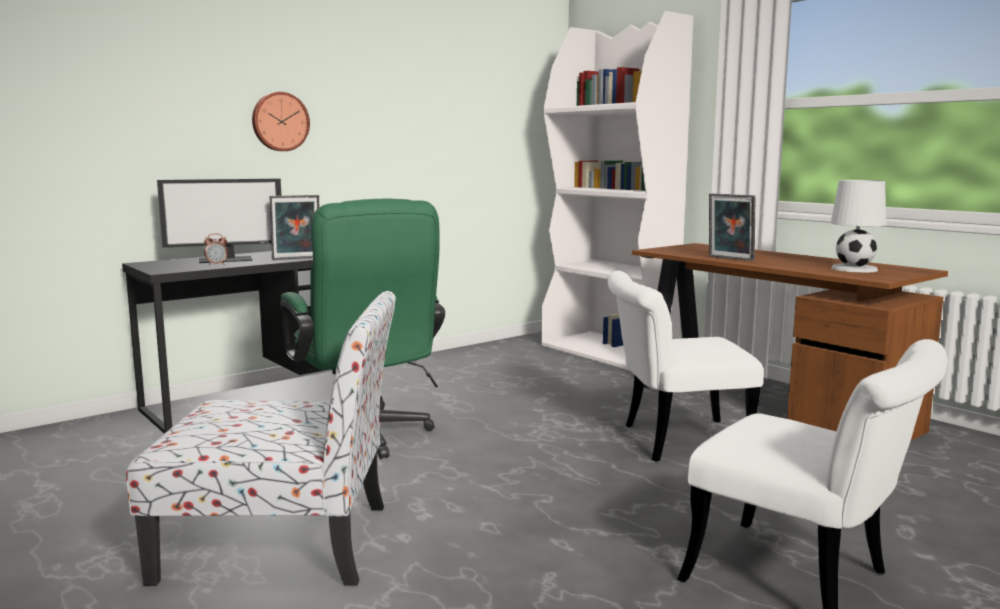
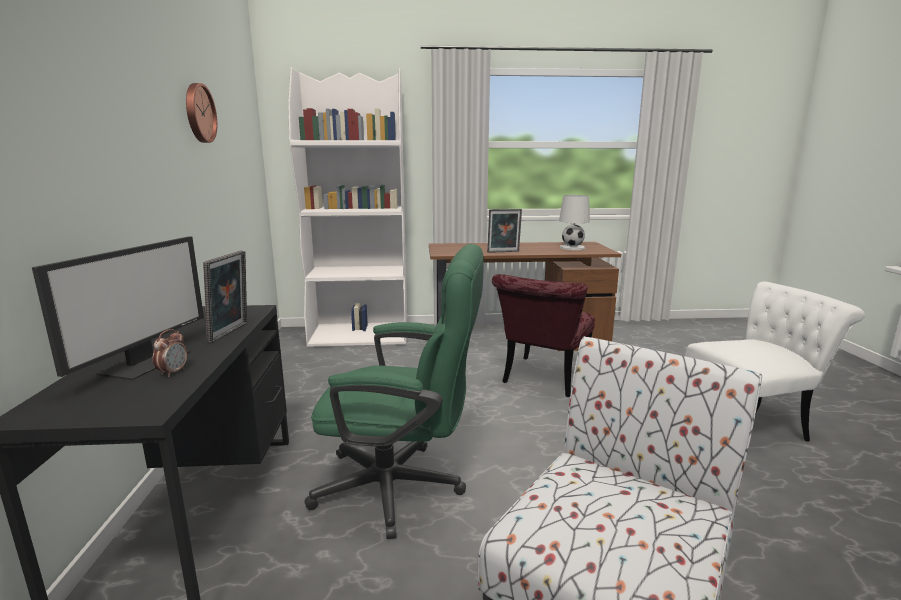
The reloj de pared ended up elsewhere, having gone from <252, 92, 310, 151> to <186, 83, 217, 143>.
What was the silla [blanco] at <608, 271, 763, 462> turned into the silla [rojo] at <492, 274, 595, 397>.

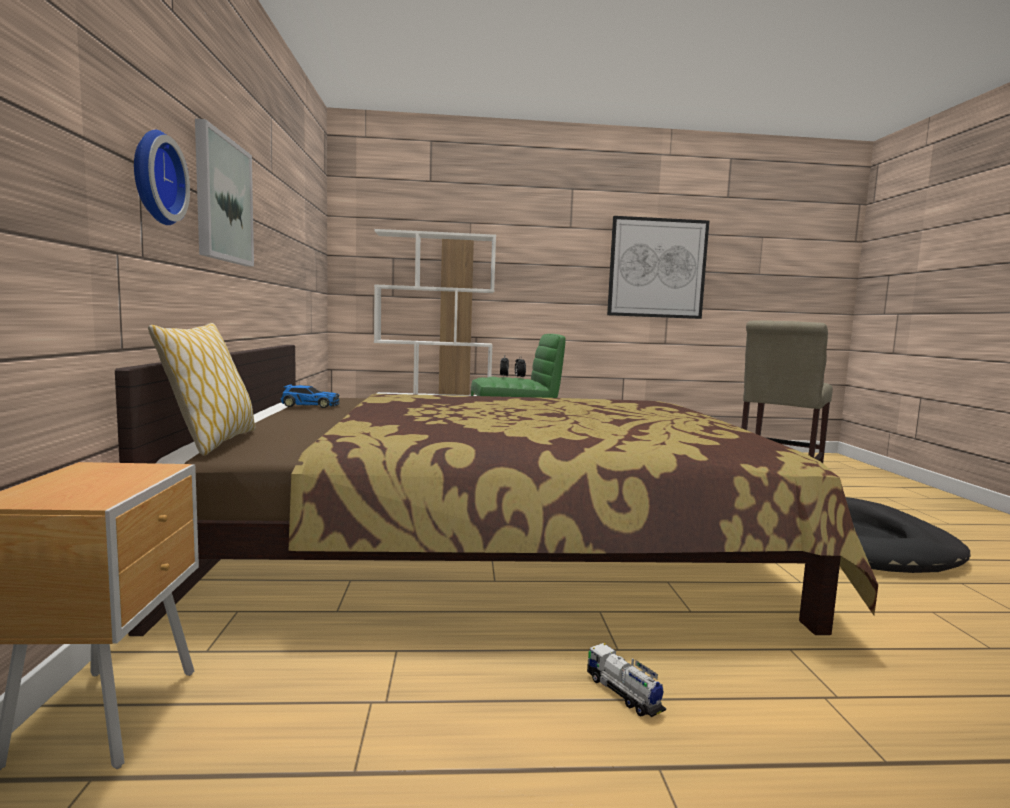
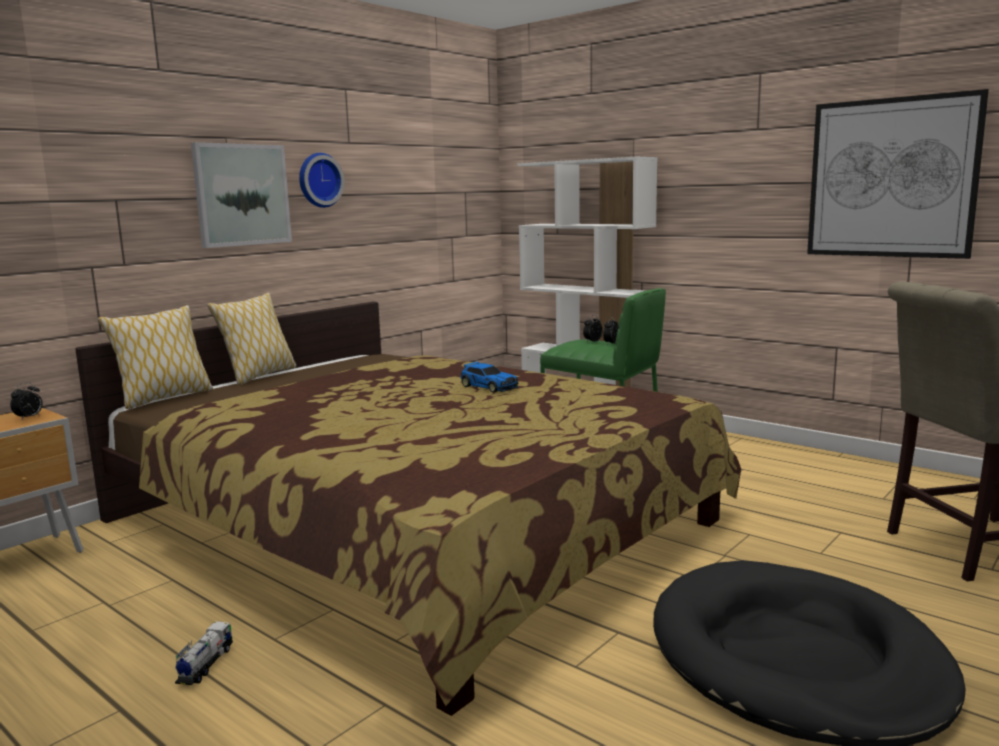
The second view gained the despertador at <10, 382, 43, 419>.
The second view gained the cojín at <207, 293, 297, 385>.
The reloj de pared ended up elsewhere, having gone from <134, 130, 190, 225> to <299, 153, 345, 208>.
The coche de juguete ended up elsewhere, having gone from <280, 384, 340, 408> to <461, 361, 518, 393>.

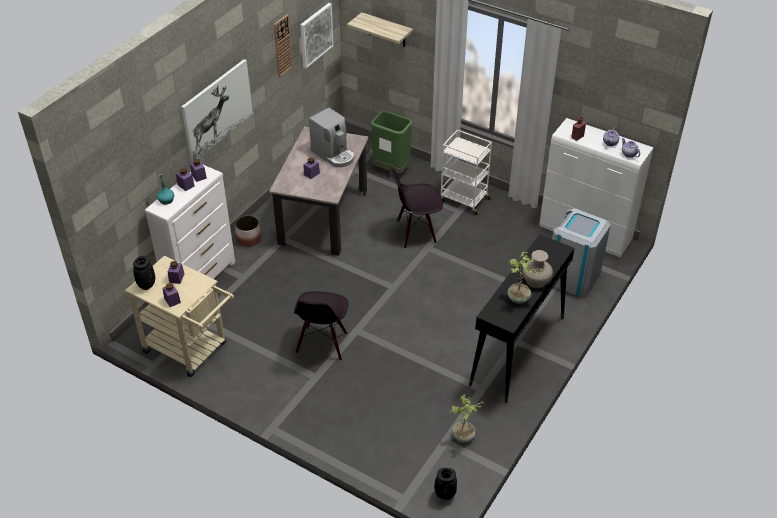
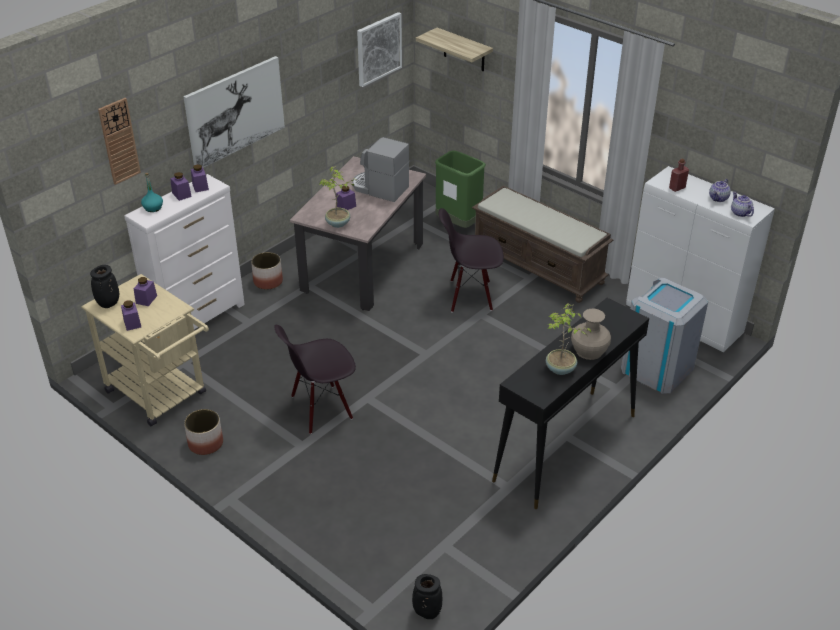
The reloj de pared ended up elsewhere, having gone from <274, 14, 293, 77> to <98, 98, 141, 185>.
The second view gained the maceta at <184, 409, 223, 455>.
The silla [negro] at <294, 291, 348, 361> ended up facing another way, 45 degrees clockwise from before.
The planta en maceta ended up elsewhere, having gone from <450, 394, 484, 443> to <319, 166, 356, 228>.
The cafetera at <309, 108, 355, 167> ended up facing another way, 150 degrees clockwise from before.
Where the carrito [blanco] stood at <441, 130, 493, 215>, the banco [marrón] came to stand at <472, 186, 613, 303>.

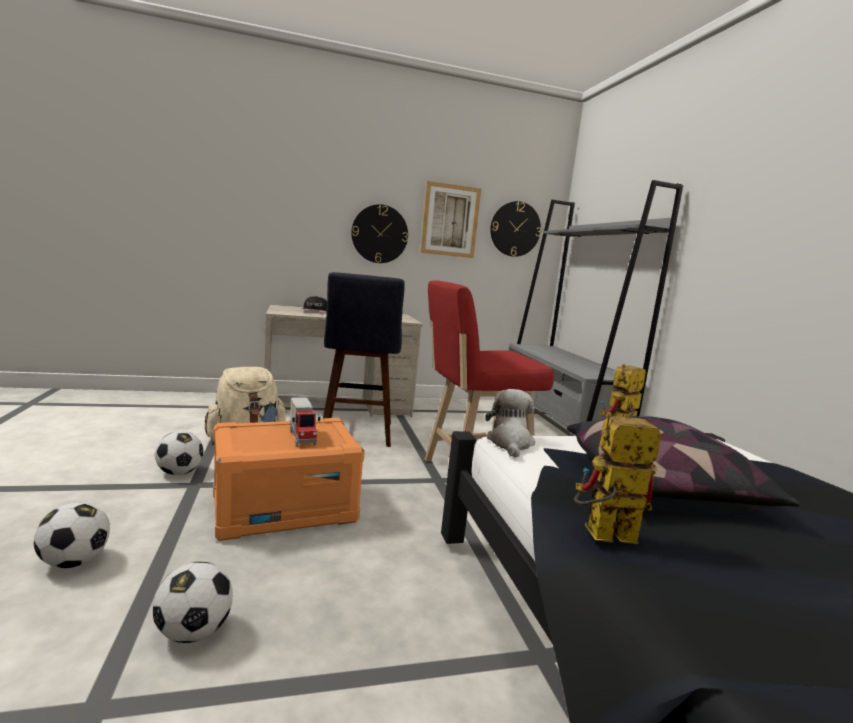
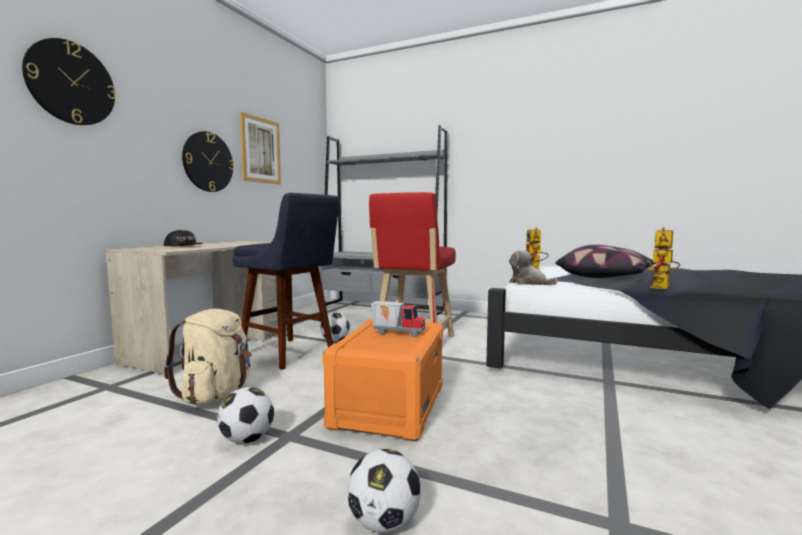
The reloj de pared ended up elsewhere, having gone from <490, 201, 541, 257> to <22, 38, 116, 125>.
The balón de fútbol ended up elsewhere, having gone from <153, 562, 233, 643> to <320, 312, 350, 342>.

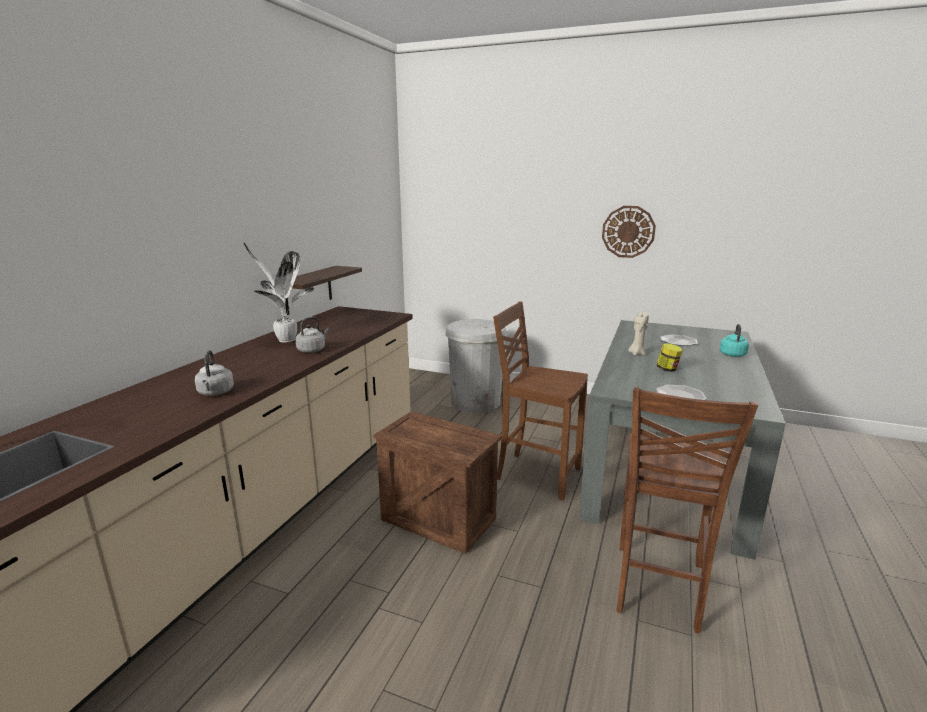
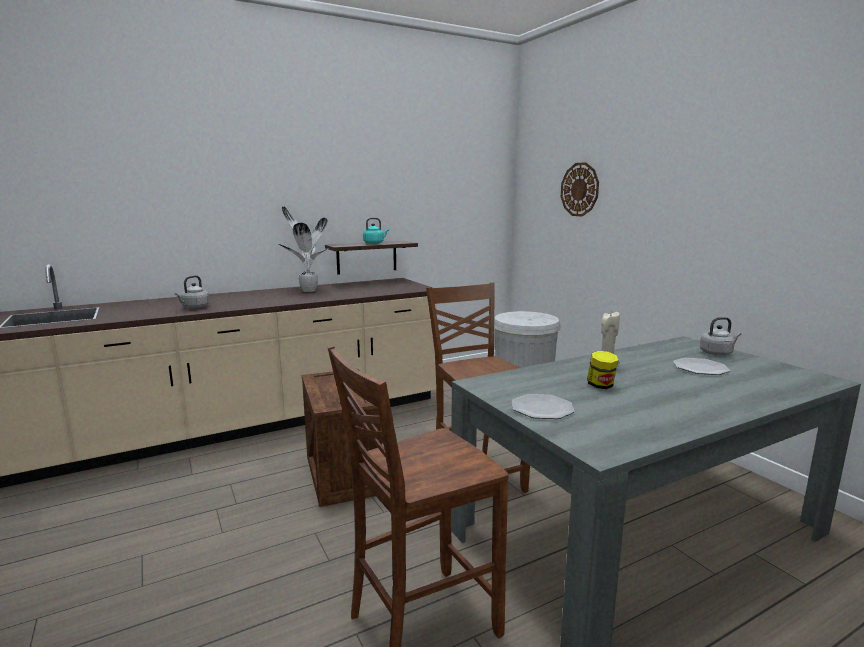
The hervidor [turquesa] ended up elsewhere, having gone from <720, 324, 749, 357> to <363, 218, 389, 244>.
The reloj de pared ended up elsewhere, having gone from <602, 206, 656, 258> to <561, 162, 599, 216>.
The hervidor [gris] ended up elsewhere, having gone from <295, 317, 329, 353> to <700, 317, 741, 356>.

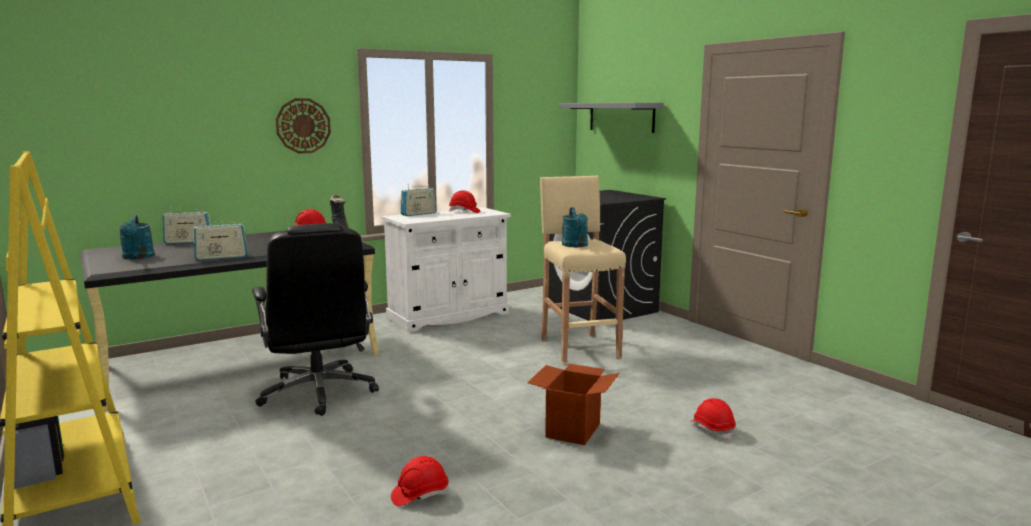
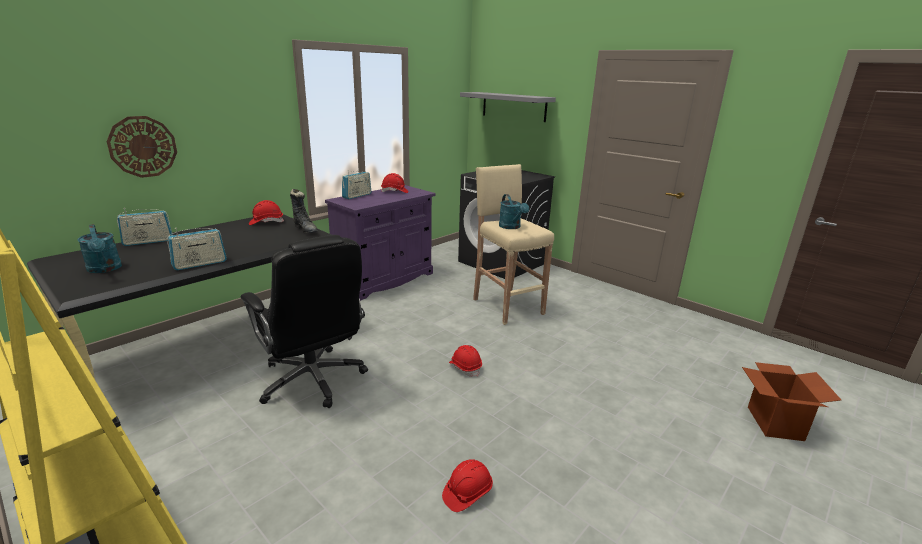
The reloj de pared ended up elsewhere, having gone from <276, 98, 331, 154> to <107, 116, 177, 178>.
What was the armario [blanco] at <381, 207, 511, 332> turned into the armario [morado] at <325, 185, 436, 301>.
The casco [rojo] ended up elsewhere, having gone from <692, 398, 736, 440> to <449, 345, 482, 377>.
The caja de cartón ended up elsewhere, having gone from <527, 364, 620, 445> to <742, 362, 841, 441>.

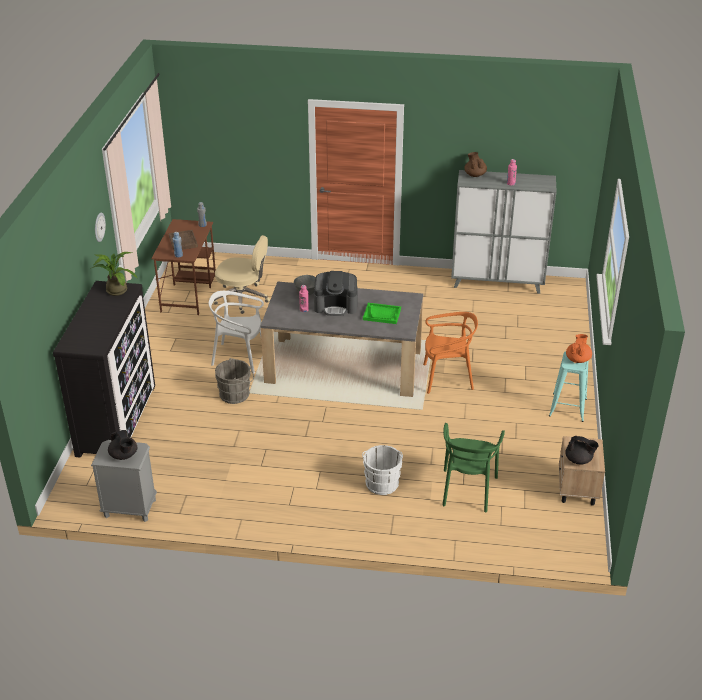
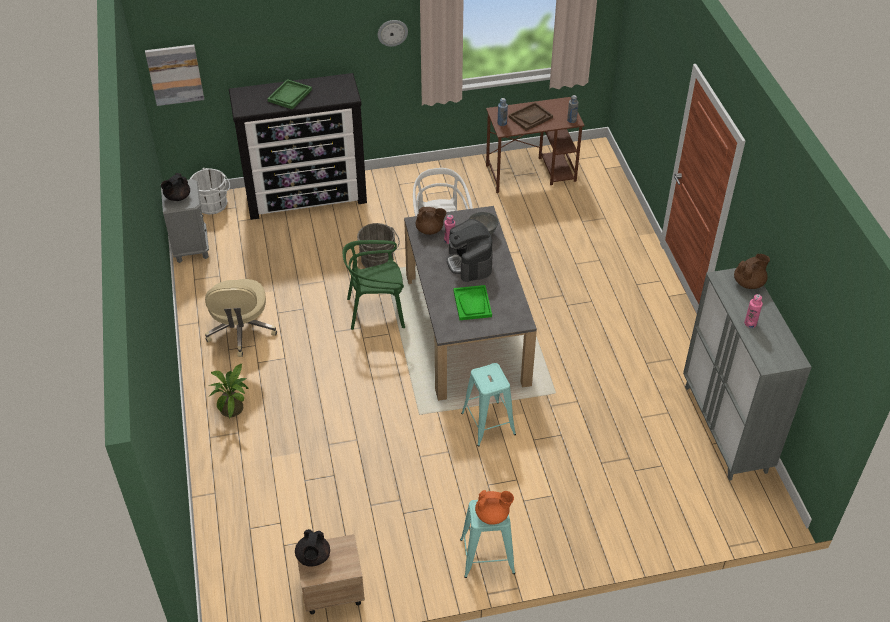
The second view gained the cuadro at <145, 44, 204, 106>.
The cubo [blanco] ended up elsewhere, having gone from <362, 445, 403, 495> to <190, 168, 230, 214>.
The silla de oficina [beis] ended up elsewhere, having gone from <213, 235, 270, 314> to <205, 279, 277, 357>.
The planta en maceta ended up elsewhere, having gone from <90, 252, 138, 296> to <209, 363, 248, 418>.
The second view gained the bandeja [verde] at <267, 79, 312, 110>.
The silla [verde] ended up elsewhere, having gone from <443, 423, 505, 512> to <343, 240, 405, 330>.
The second view gained the tetera [marrón] at <416, 207, 446, 235>.
Where the silla [naranja] stood at <423, 312, 478, 394>, the taburete [turquesa] came to stand at <461, 363, 516, 446>.

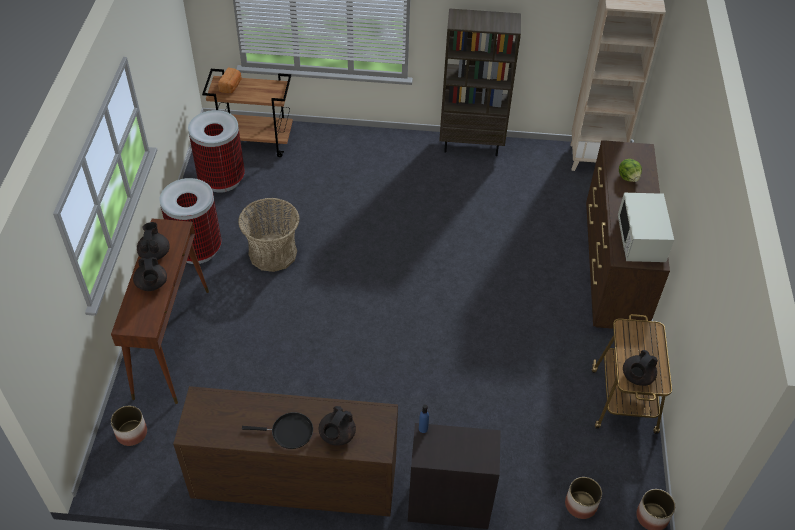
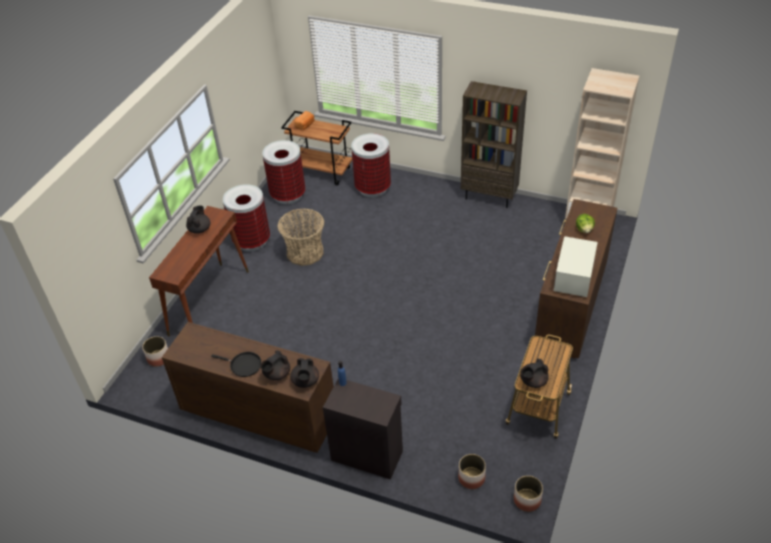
The tetera [negro] ended up elsewhere, having gone from <133, 257, 167, 291> to <290, 358, 319, 388>.
The second view gained the papelera at <351, 133, 391, 197>.

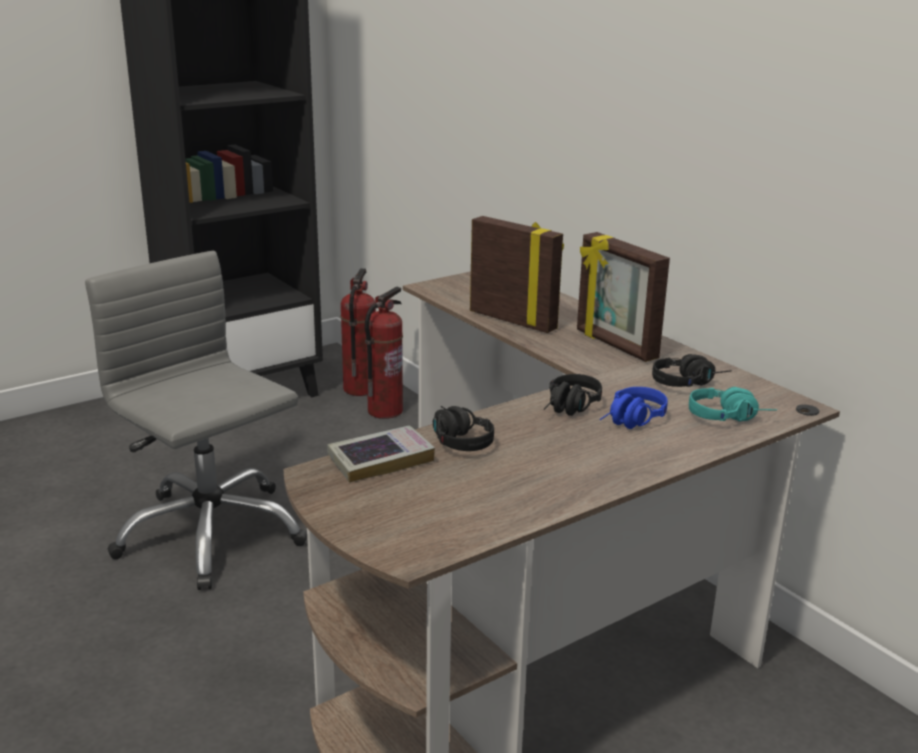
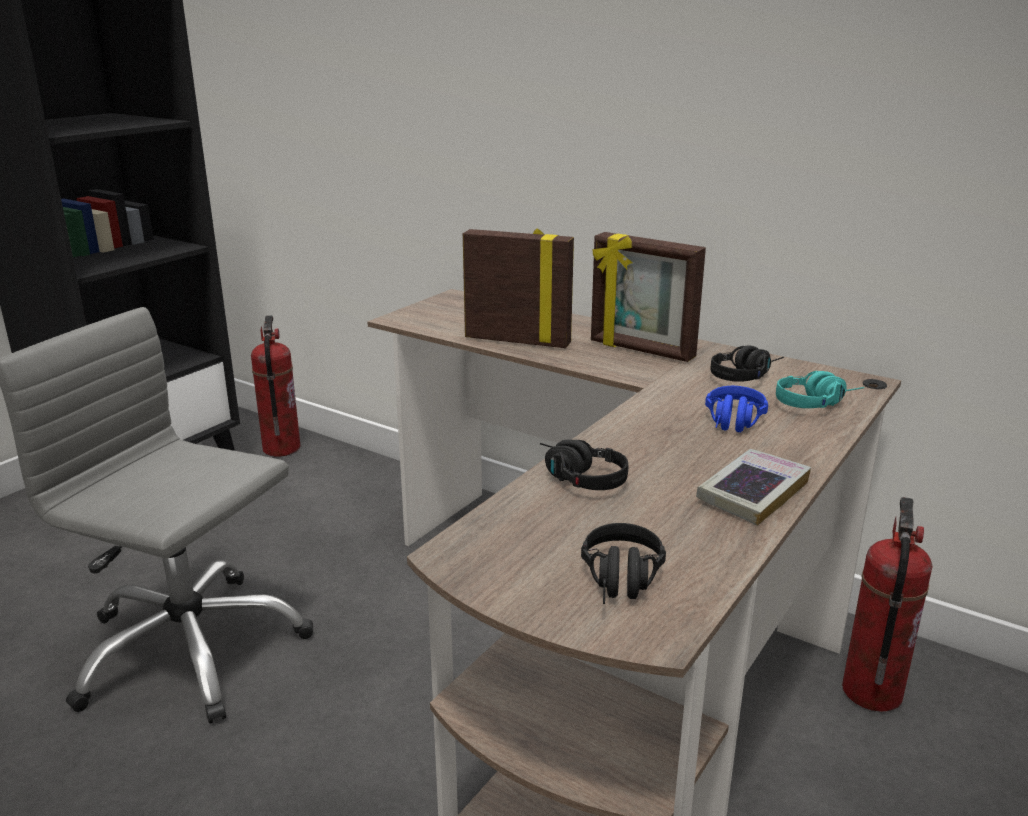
The auriculares [negro] ended up elsewhere, having gone from <544, 374, 602, 416> to <581, 523, 666, 604>.
The libro ended up elsewhere, having gone from <327, 426, 435, 483> to <696, 449, 811, 526>.
The extintor ended up elsewhere, having gone from <365, 287, 403, 419> to <842, 497, 933, 712>.

